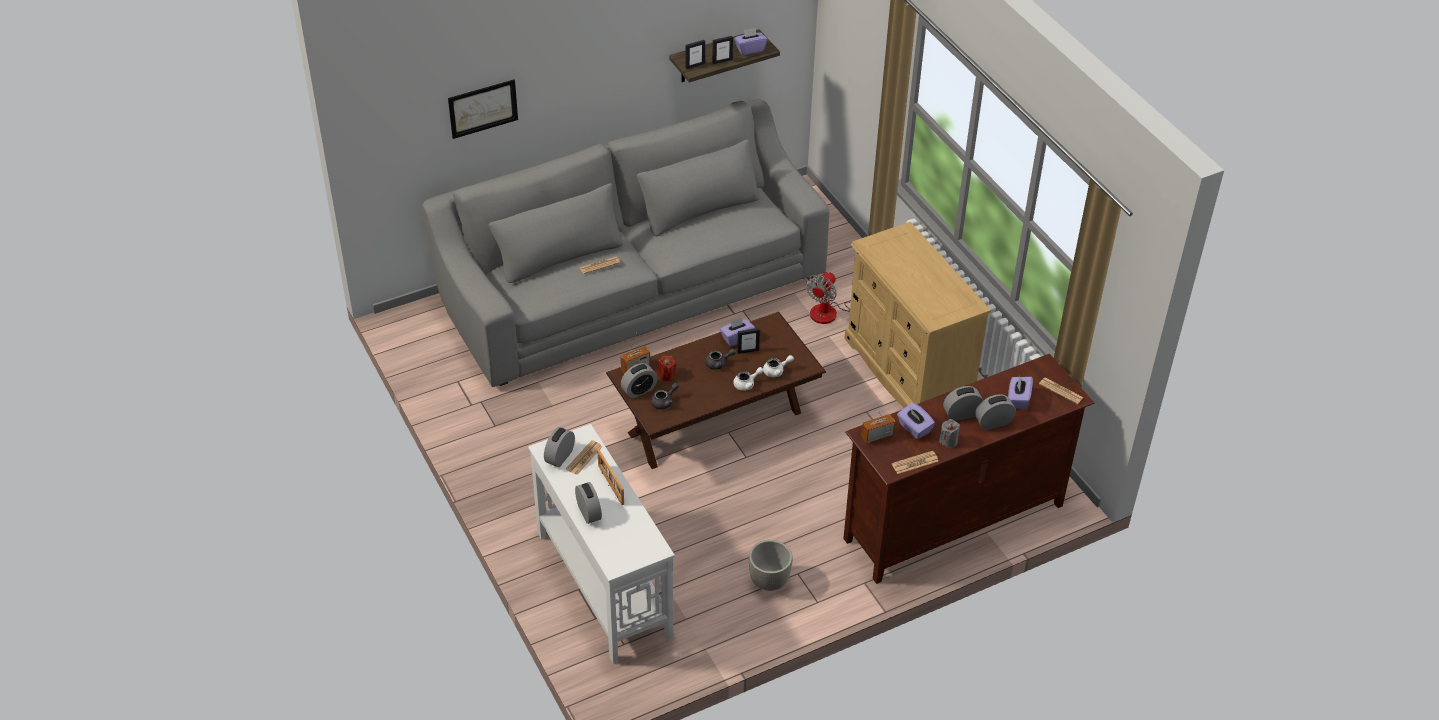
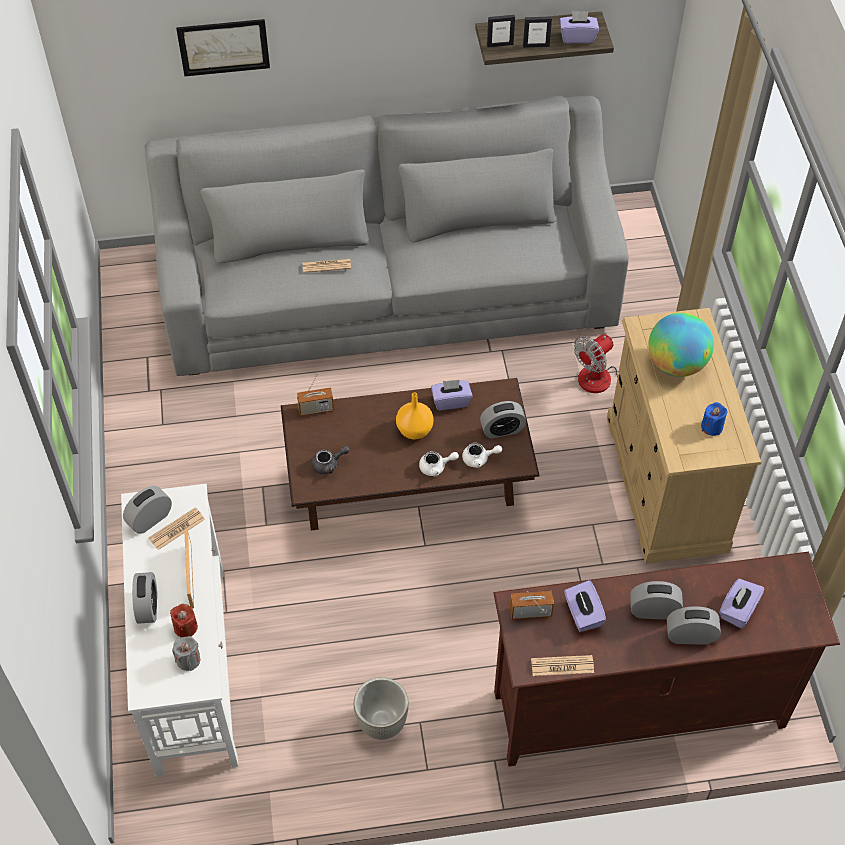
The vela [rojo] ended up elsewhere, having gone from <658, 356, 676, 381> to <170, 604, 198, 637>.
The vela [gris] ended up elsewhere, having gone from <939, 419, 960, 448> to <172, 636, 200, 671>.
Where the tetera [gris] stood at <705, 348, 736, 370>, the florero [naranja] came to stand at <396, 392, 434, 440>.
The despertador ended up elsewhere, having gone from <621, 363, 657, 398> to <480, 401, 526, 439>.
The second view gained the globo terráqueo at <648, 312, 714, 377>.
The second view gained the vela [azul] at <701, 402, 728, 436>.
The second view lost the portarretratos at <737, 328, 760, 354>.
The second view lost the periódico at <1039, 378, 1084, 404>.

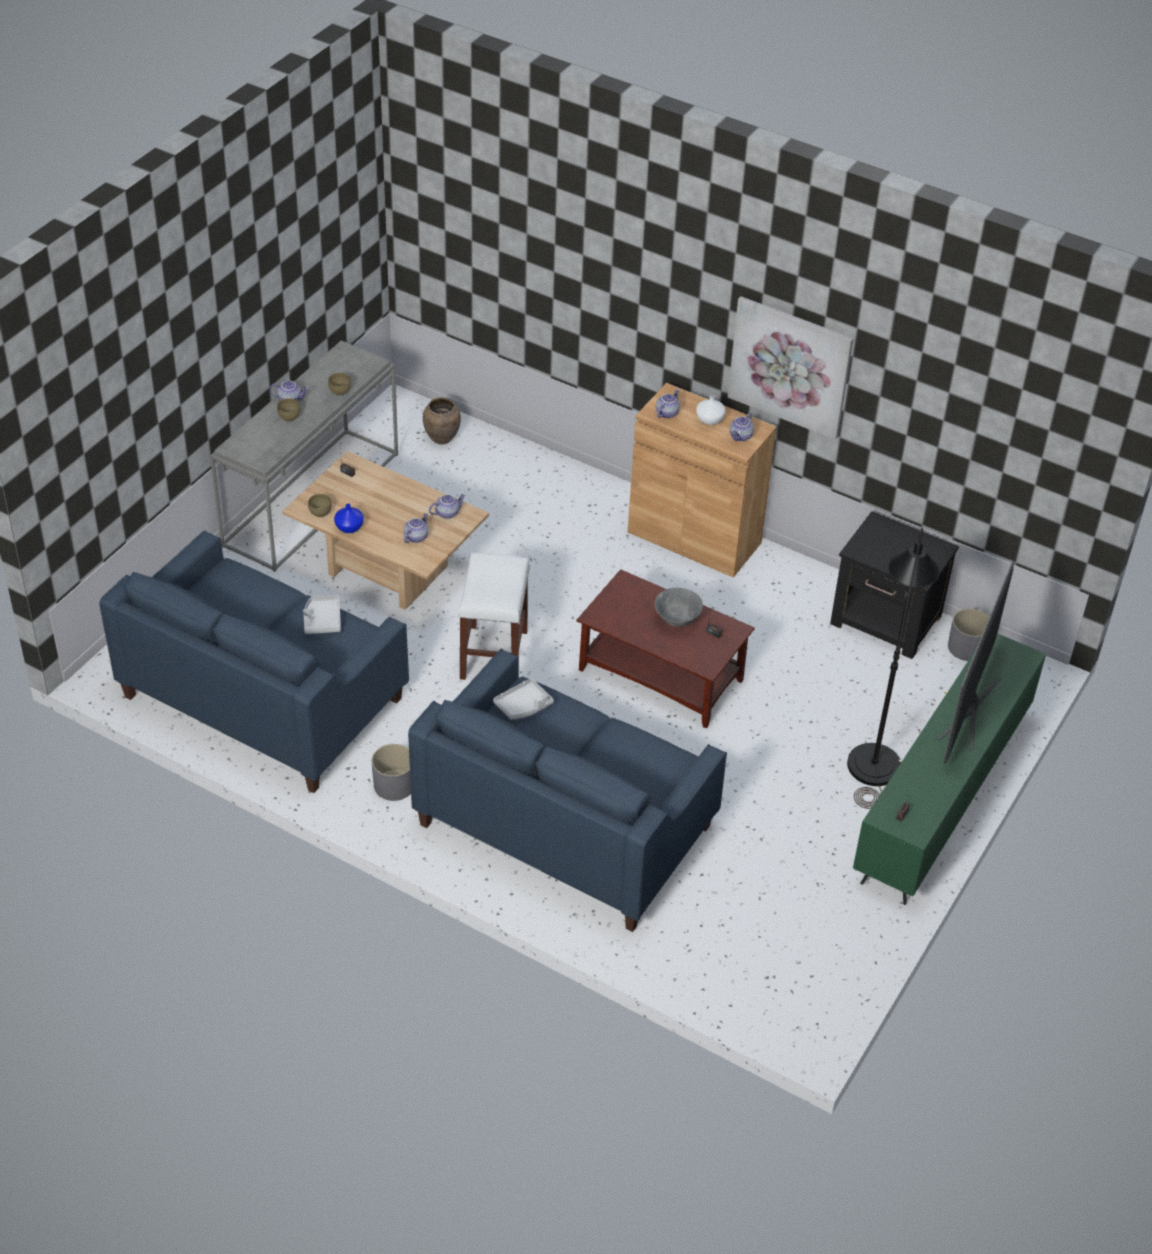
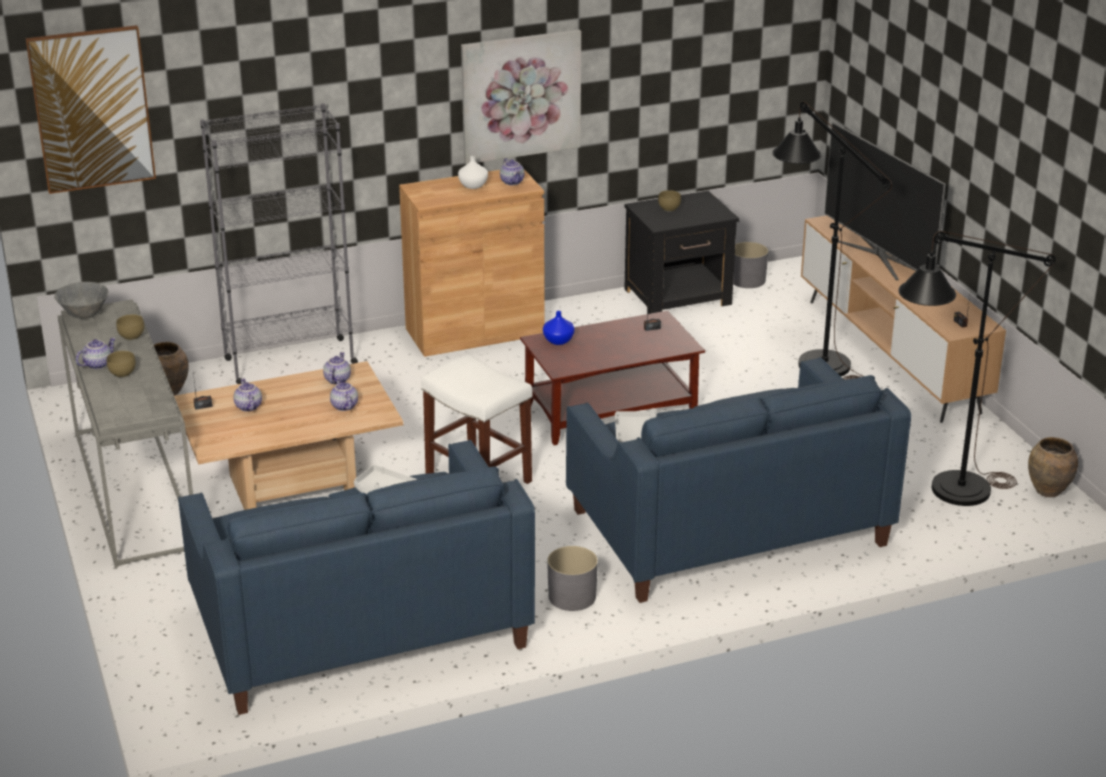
The second view gained the cuadro at <26, 25, 156, 194>.
The cuenco [gris] ended up elsewhere, having gone from <655, 588, 703, 627> to <54, 282, 108, 319>.
The second view gained the estantería [gris] at <200, 103, 358, 384>.
The tetera ended up elsewhere, having gone from <656, 389, 680, 418> to <234, 378, 262, 412>.
The florero [azul] ended up elsewhere, having gone from <334, 504, 364, 533> to <543, 311, 574, 345>.
The cuenco [marrón] ended up elsewhere, having gone from <308, 494, 332, 517> to <658, 190, 681, 212>.
What was the mueble de televisión [verde] at <853, 633, 1046, 905> turned into the mueble de televisión [marrón] at <801, 215, 1006, 423>.
The second view gained the lámpara de pie [negro] at <898, 231, 1056, 506>.
The second view gained the florero [marrón] at <1028, 437, 1078, 497>.

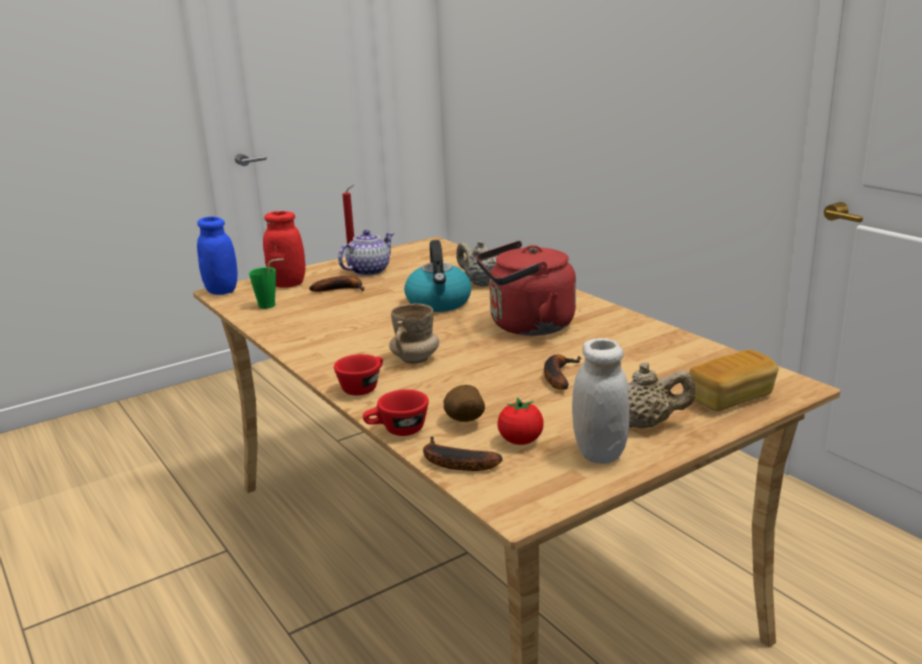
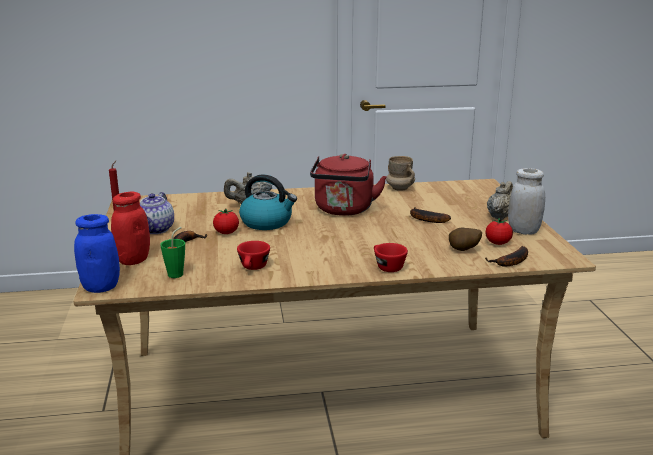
The tetera at <338, 230, 394, 276> ended up facing another way, 150 degrees counterclockwise from before.
The second view gained the tomate at <213, 209, 239, 234>.
The taza [rojo] ended up elsewhere, having gone from <363, 389, 429, 436> to <237, 241, 270, 270>.
The taza grande [beis] ended up elsewhere, having gone from <389, 304, 439, 364> to <386, 156, 415, 191>.
The second view lost the pan at <689, 350, 779, 411>.

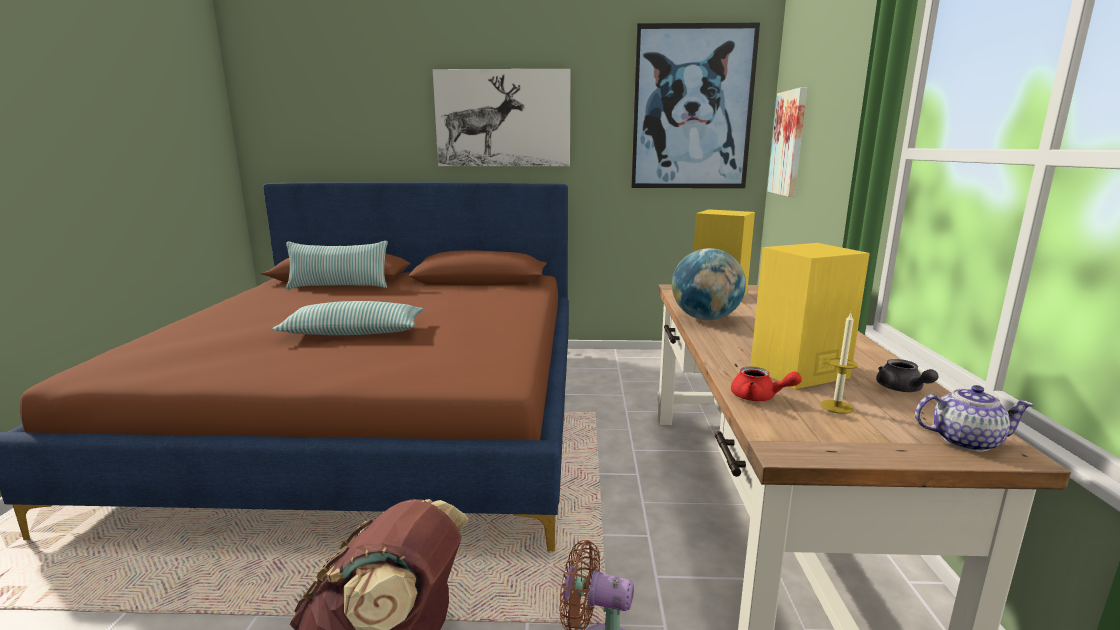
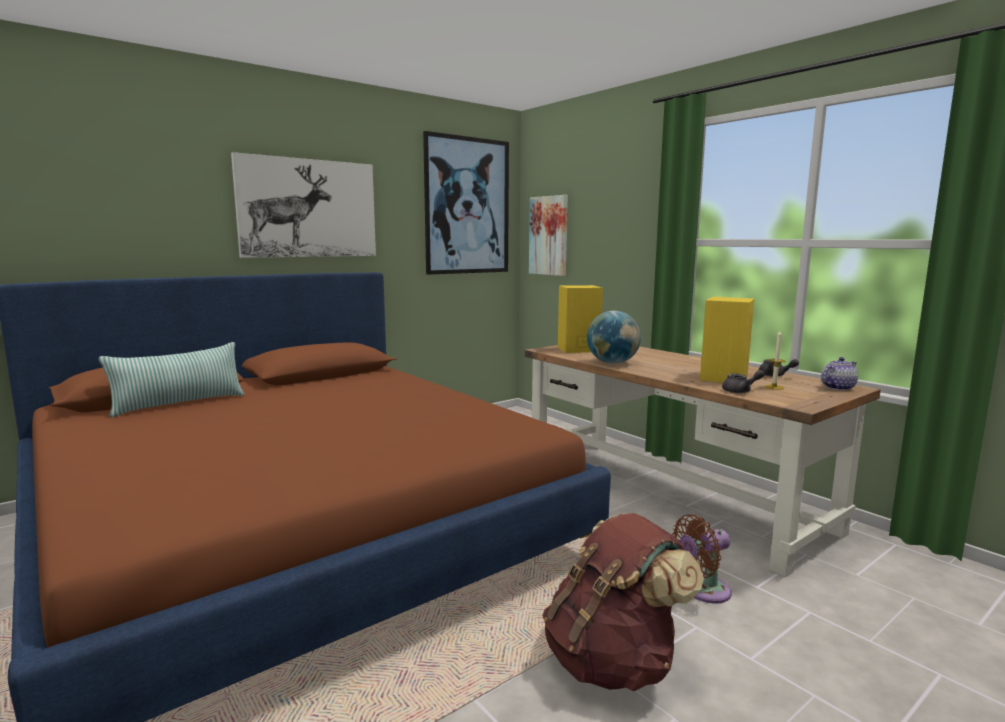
What was the tetera [rojo] at <731, 367, 802, 401> turned into the tetera [gris] at <722, 370, 765, 393>.
The second view lost the cojín at <272, 301, 424, 335>.

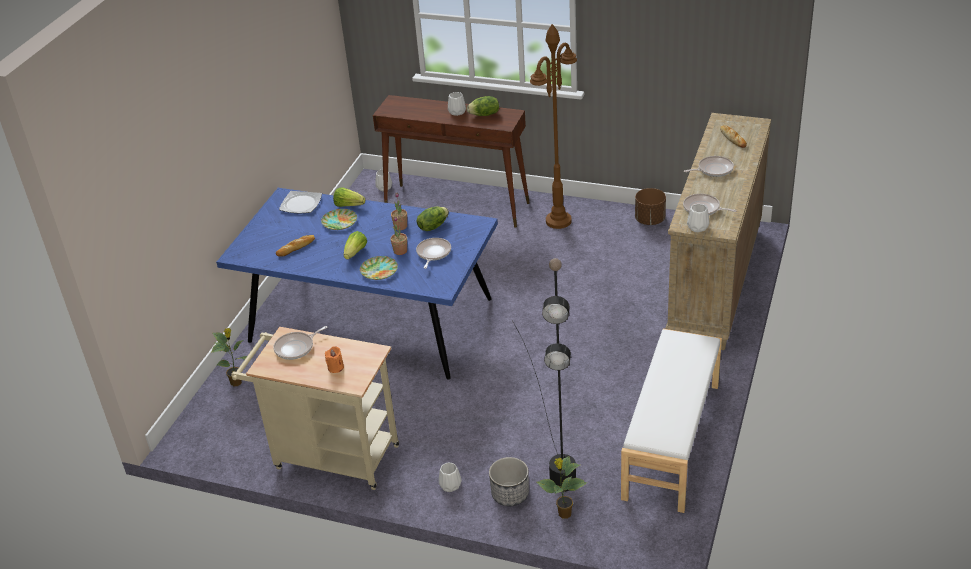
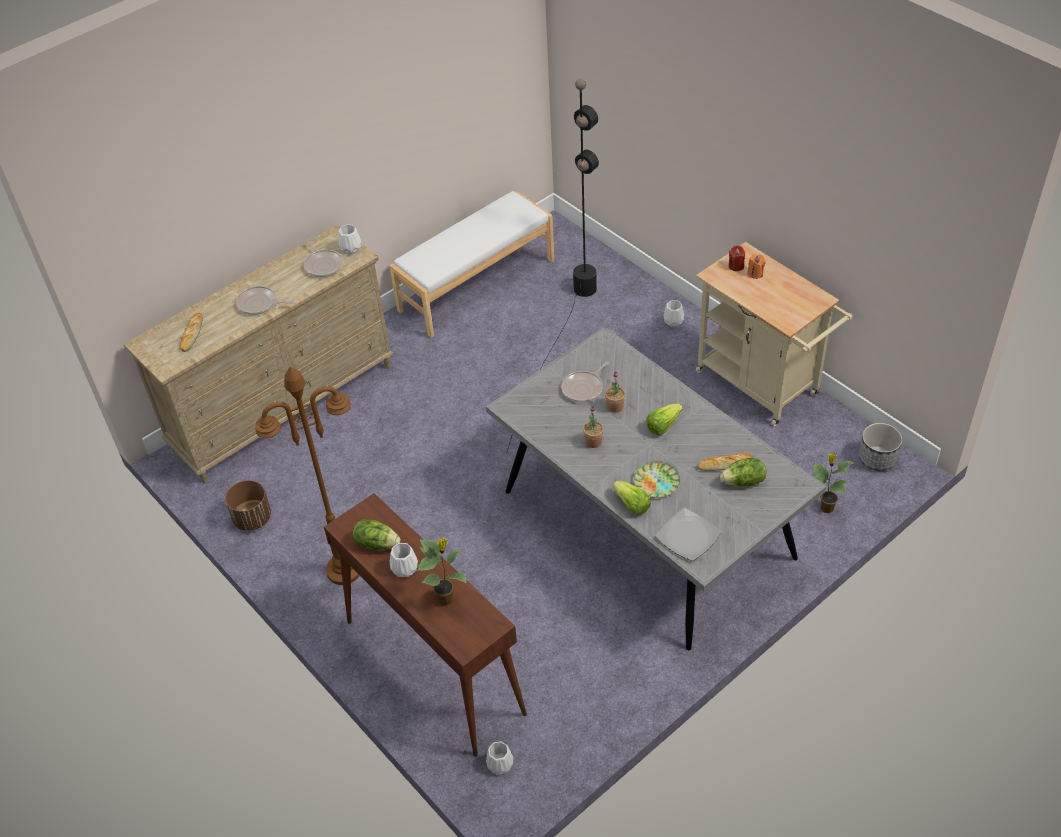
The planta en maceta ended up elsewhere, having gone from <536, 456, 587, 519> to <417, 538, 467, 606>.
What was the mesa de comedor [azul] at <216, 188, 498, 379> turned into the mesa de comedor [gris] at <486, 327, 826, 650>.
The lechuga ended up elsewhere, having gone from <417, 207, 449, 231> to <720, 458, 767, 487>.
The second view gained the vela [rojo] at <729, 245, 745, 271>.
The maceta ended up elsewhere, having gone from <489, 457, 529, 506> to <859, 423, 903, 471>.
The second view lost the sartén at <273, 326, 327, 360>.
The second view lost the plato at <360, 256, 398, 280>.

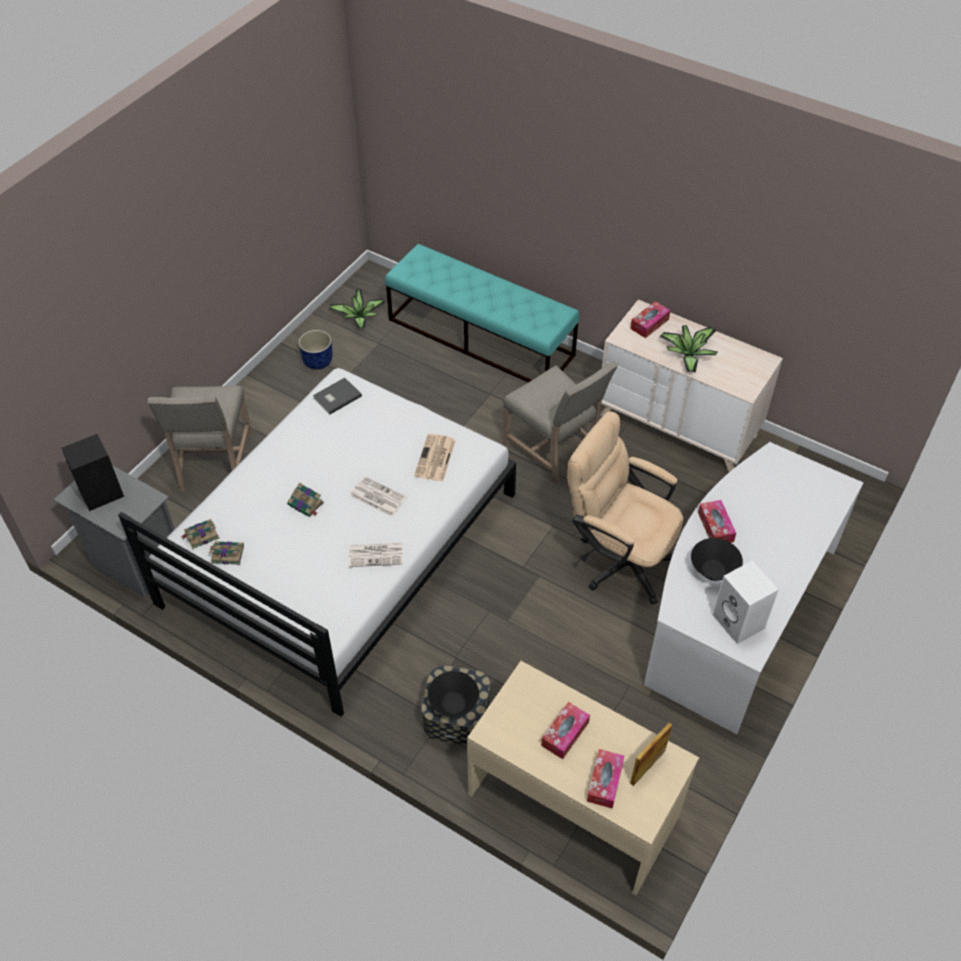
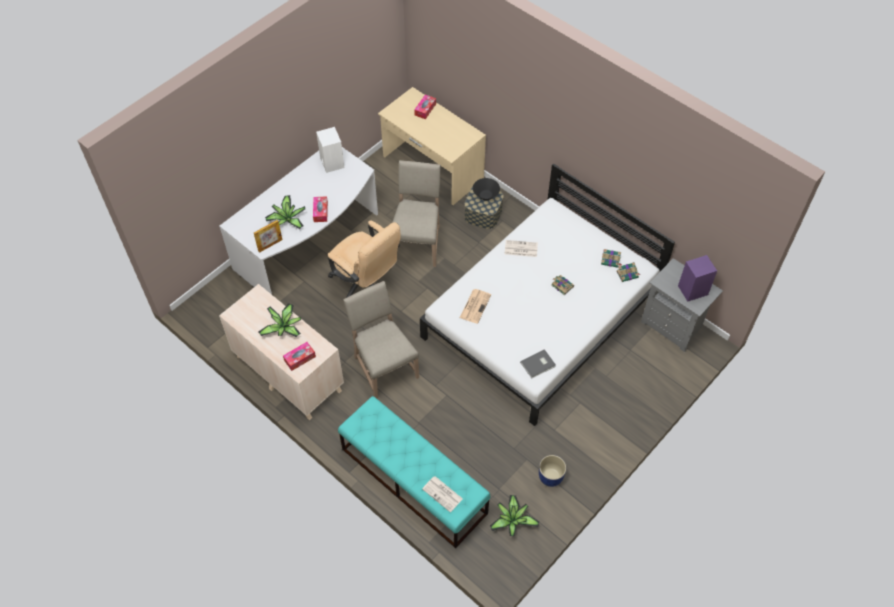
The portarretratos ended up elsewhere, having gone from <630, 722, 672, 786> to <254, 220, 283, 253>.
The second view gained the planta en maceta at <265, 195, 305, 229>.
The silla [beis] ended up elsewhere, having gone from <148, 385, 252, 491> to <392, 160, 440, 267>.
The periódico ended up elsewhere, having gone from <350, 477, 407, 517> to <422, 476, 463, 512>.
What was the altavoz [negro] at <61, 434, 124, 511> turned into the altavoz [morado] at <678, 255, 717, 301>.
The second view lost the caja de pañuelos at <541, 702, 590, 759>.
The second view lost the cuenco [negro] at <691, 538, 743, 581>.

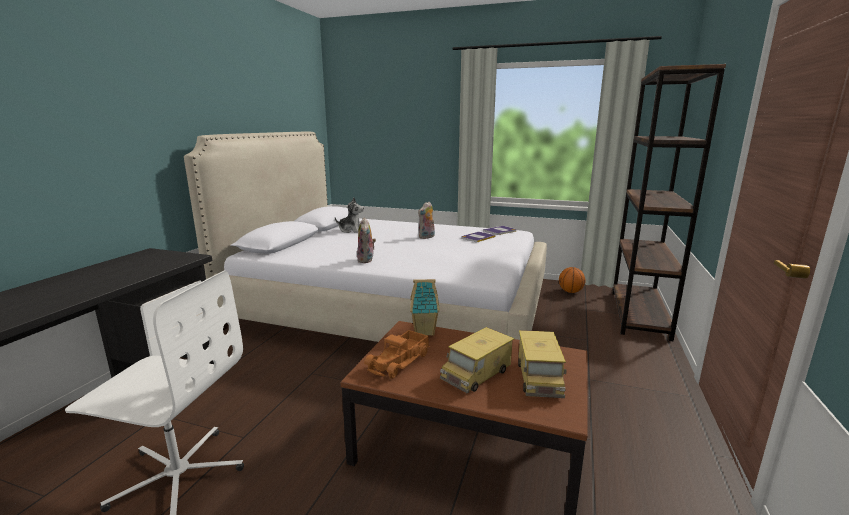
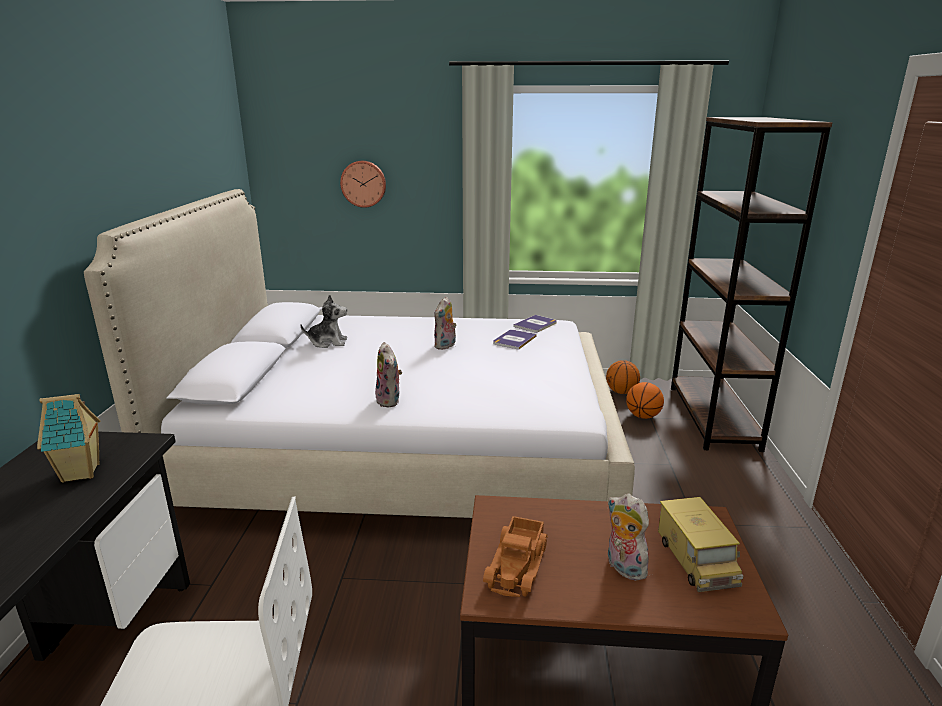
The casita ended up elsewhere, having gone from <410, 279, 440, 336> to <37, 394, 100, 483>.
The second view gained the reloj de pared at <340, 161, 386, 208>.
Where the camión de juguete stood at <440, 327, 514, 393>, the peluche came to stand at <607, 493, 649, 581>.
The second view gained the balón de baloncesto at <626, 382, 664, 419>.

